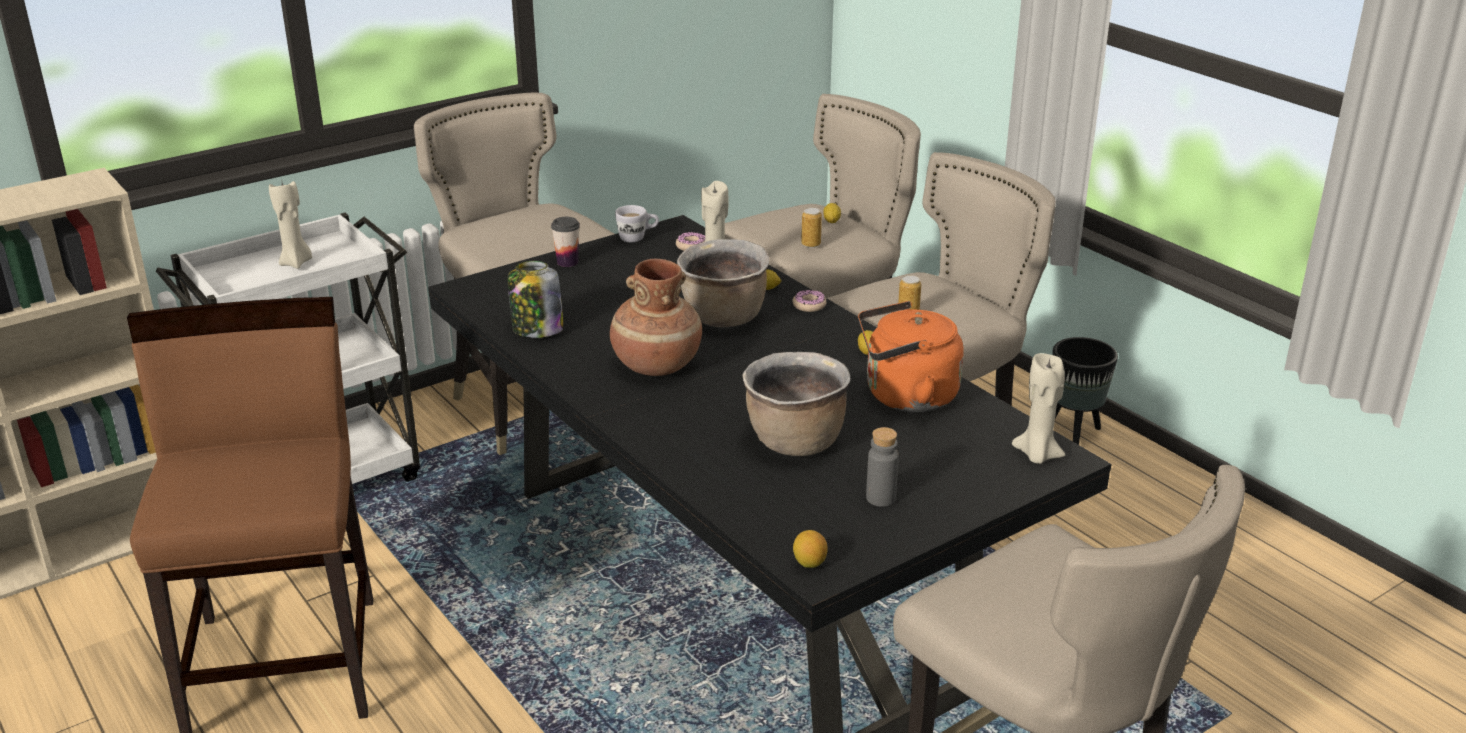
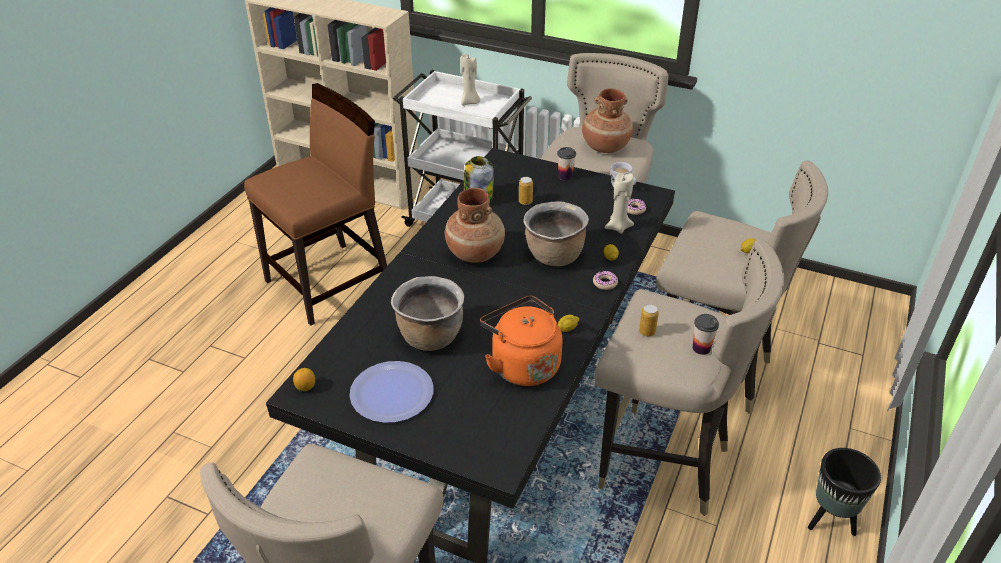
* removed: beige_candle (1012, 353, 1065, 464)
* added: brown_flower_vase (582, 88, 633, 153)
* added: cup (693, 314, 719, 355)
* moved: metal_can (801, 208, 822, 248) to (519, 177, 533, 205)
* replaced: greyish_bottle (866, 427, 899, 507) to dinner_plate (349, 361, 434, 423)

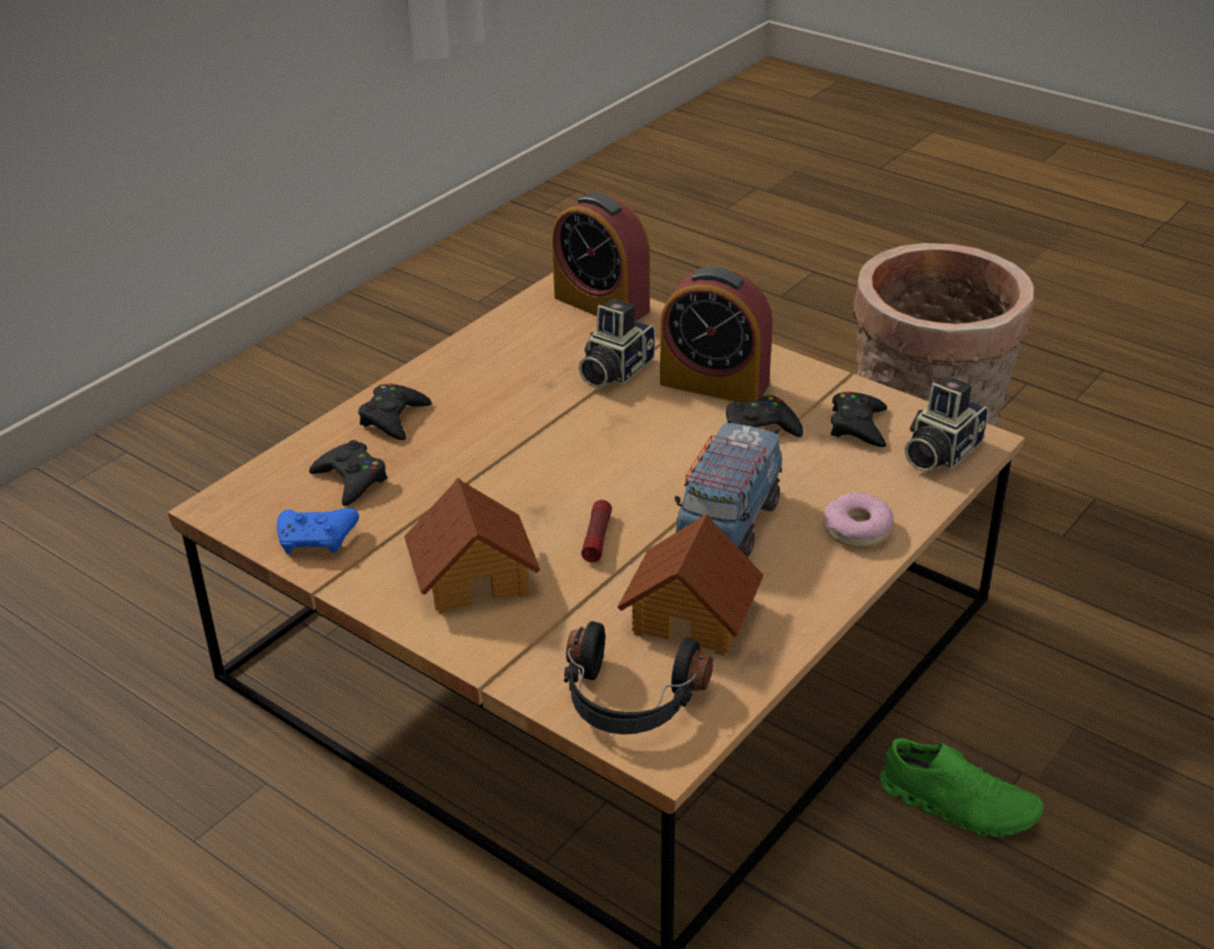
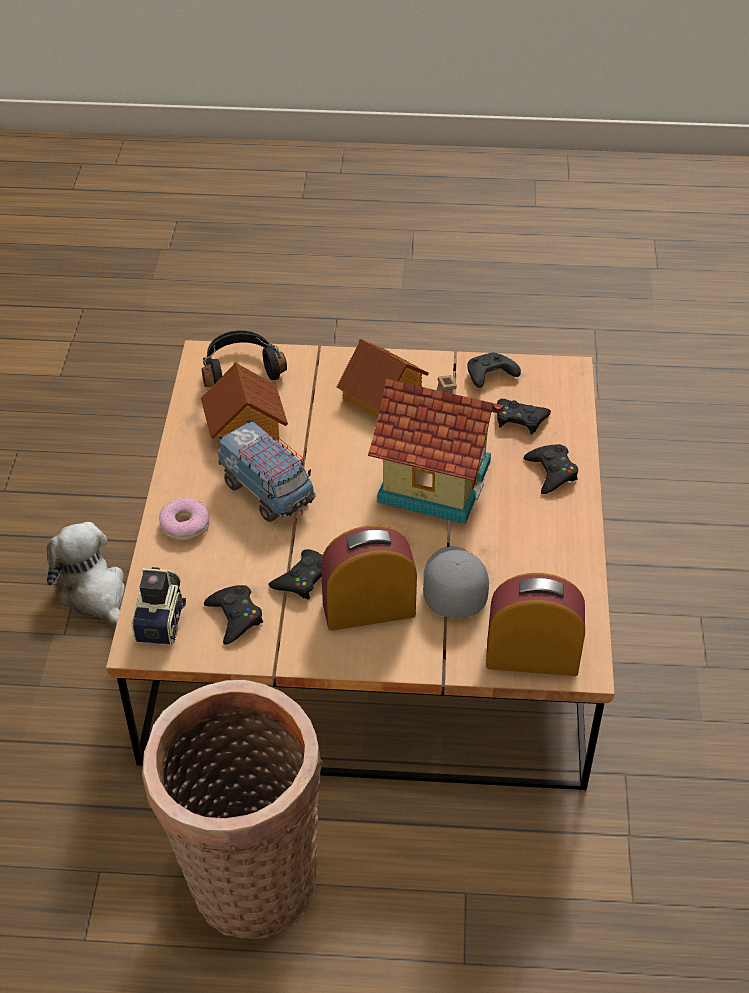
* removed: torch (581, 500, 612, 562)
* added: miniature_house (368, 375, 504, 524)
* replaced: photo_camera (579, 299, 655, 388) to greyish_peaked_cap (423, 546, 489, 618)
* replaced: greenish_low_shoe (879, 738, 1044, 837) to soft_toy (46, 522, 125, 629)
* recoloured: bluish_gamepad (277, 508, 359, 554) to blackish_gamepad (467, 353, 521, 388)
* turned: toy_lorry (675, 418, 782, 558) = (218, 419, 315, 522) 150 degrees clockwise

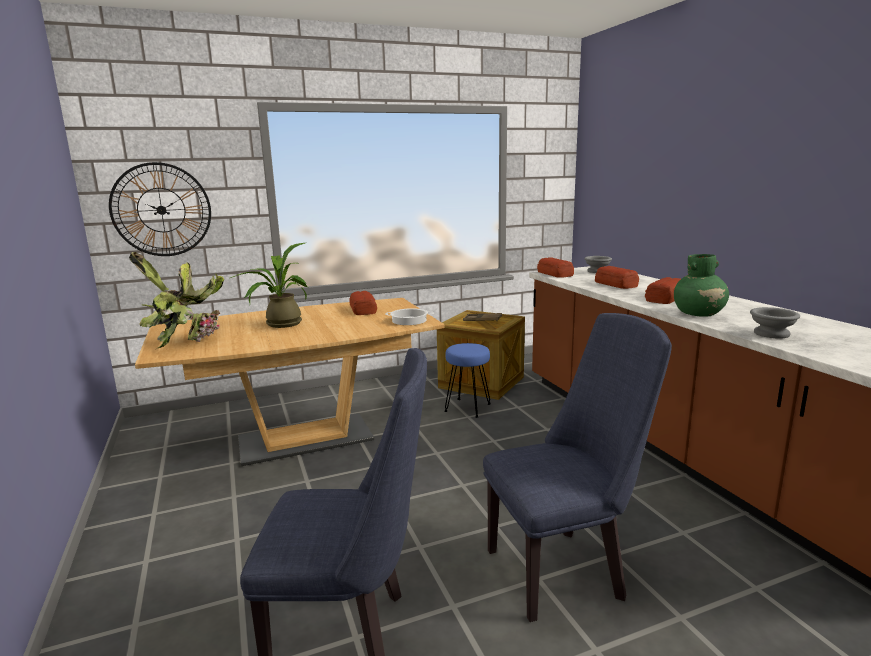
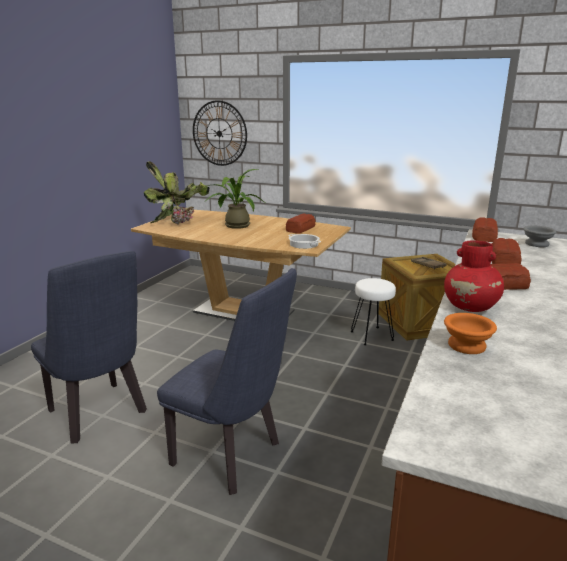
* recoloured: bluish_sitting_stool (445, 343, 491, 418) to white_sitting_stool (351, 278, 396, 345)
* recoloured: greenish_flower_vase (674, 254, 729, 316) to red-coloured_flower_vase (444, 241, 504, 312)
* recoloured: greyish_serving_bowl (750, 307, 800, 338) to orange-coloured_serving_bowl (444, 313, 497, 354)

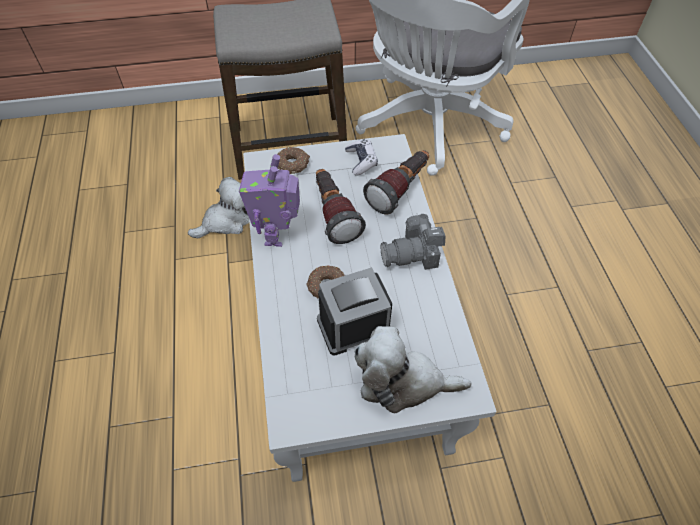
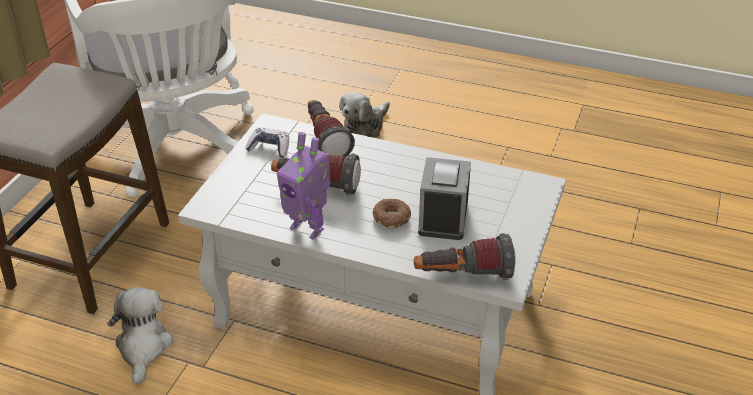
* removed: donut (277, 147, 310, 174)
* removed: photo_camera (381, 213, 445, 270)
* added: torch (414, 233, 516, 280)
* moved: soft_toy (354, 326, 472, 413) to (339, 92, 390, 138)

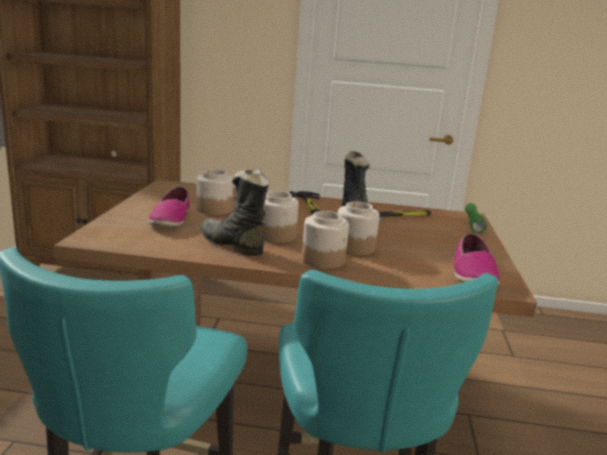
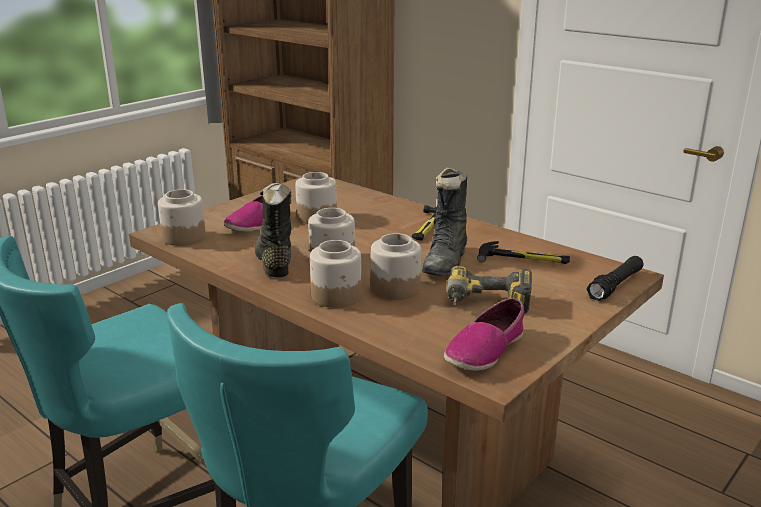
* added: preserve_jar (158, 189, 206, 246)
* added: electric_drill (447, 266, 532, 313)
* recoloured: greenish_torch (465, 203, 487, 233) to blackish_torch (586, 256, 644, 301)

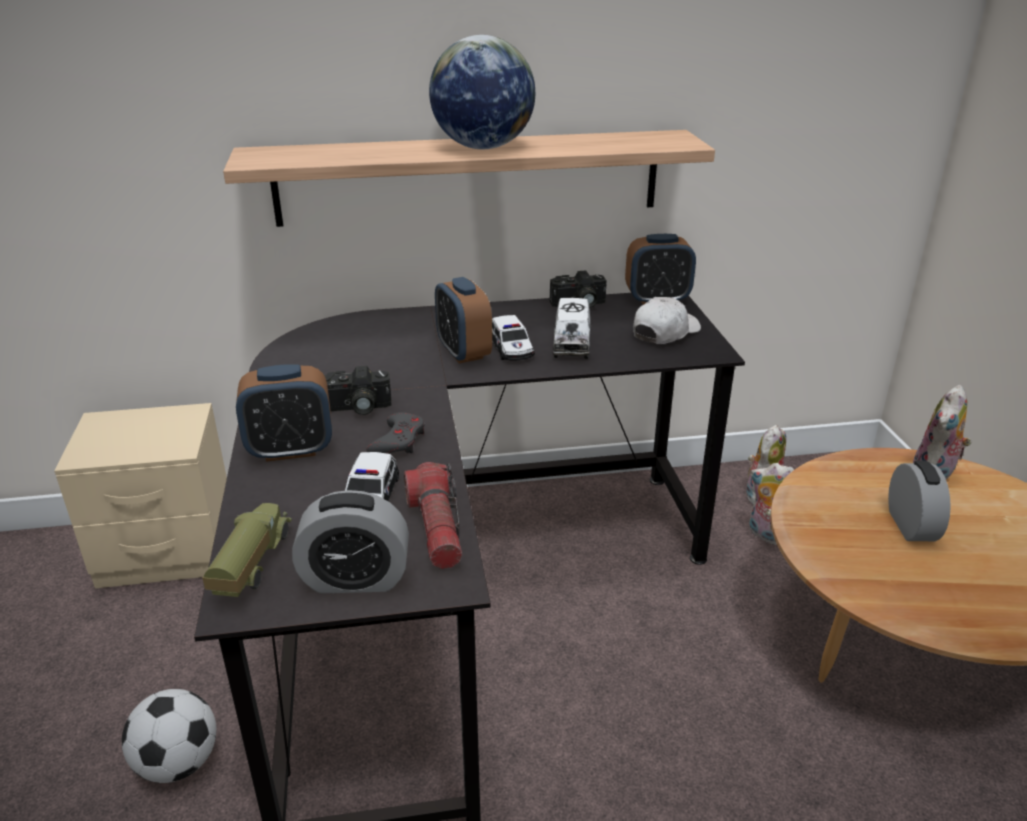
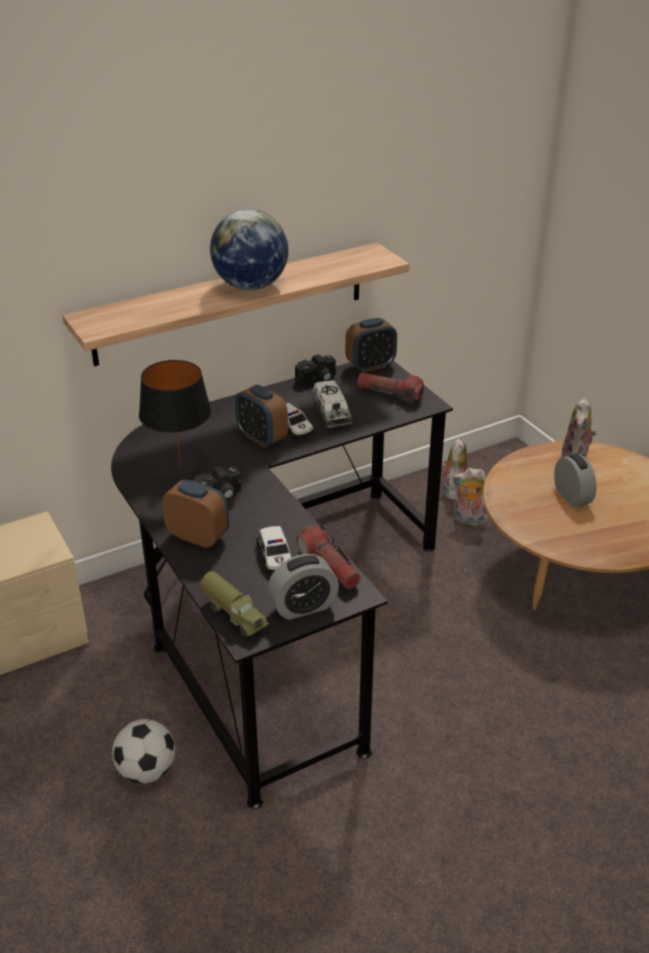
* removed: greyish_gamepad (366, 412, 425, 454)
* added: blackish_table_lamp (139, 360, 211, 467)
* replaced: white_peaked_cap (633, 297, 701, 344) to torch (357, 372, 424, 403)
* turned: toy_lorry (202, 503, 292, 597) = (201, 571, 269, 637) 150 degrees clockwise
* turned: alarm_clock (236, 364, 332, 462) = (162, 479, 229, 548) 120 degrees counterclockwise

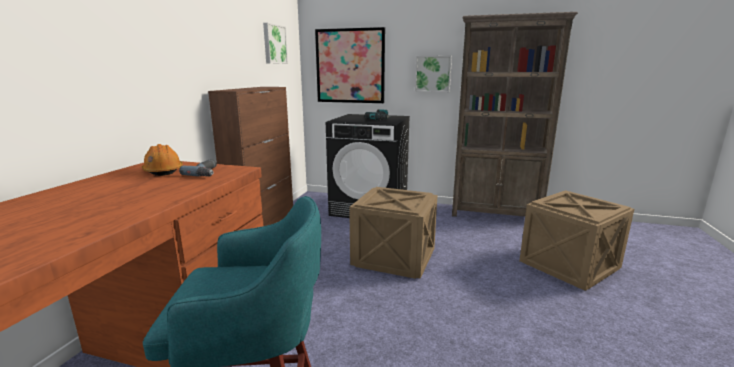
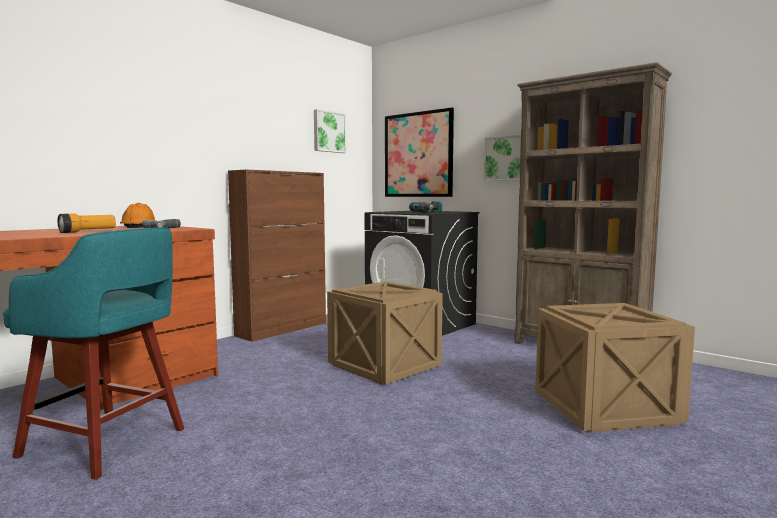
* added: torch (58, 213, 116, 233)

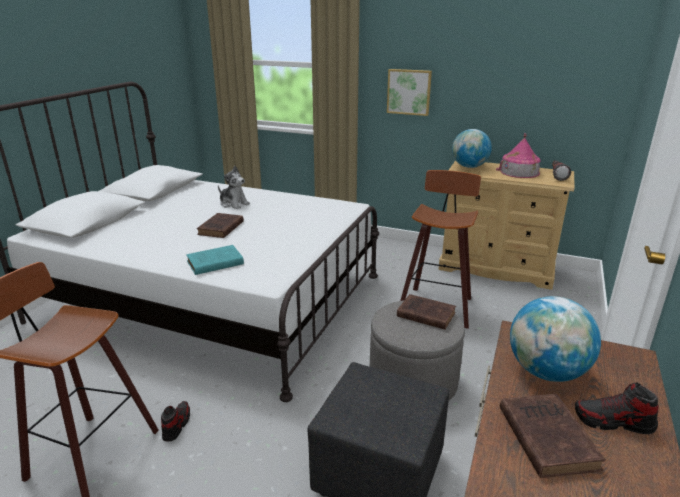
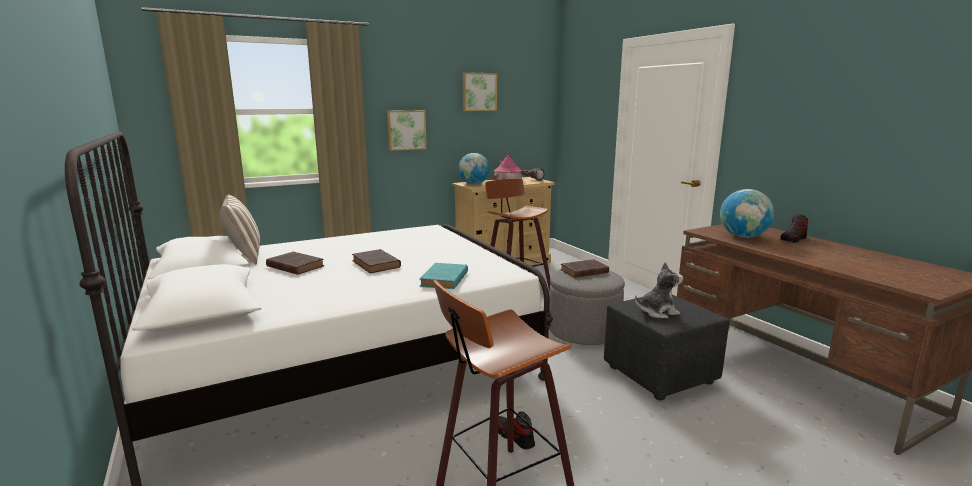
* added: cushion (219, 194, 260, 264)
* added: picture (463, 72, 497, 111)
* moved: soft_toy (218, 166, 250, 209) to (635, 262, 683, 318)
* moved: brown_bound_book (500, 394, 606, 478) to (266, 252, 324, 275)

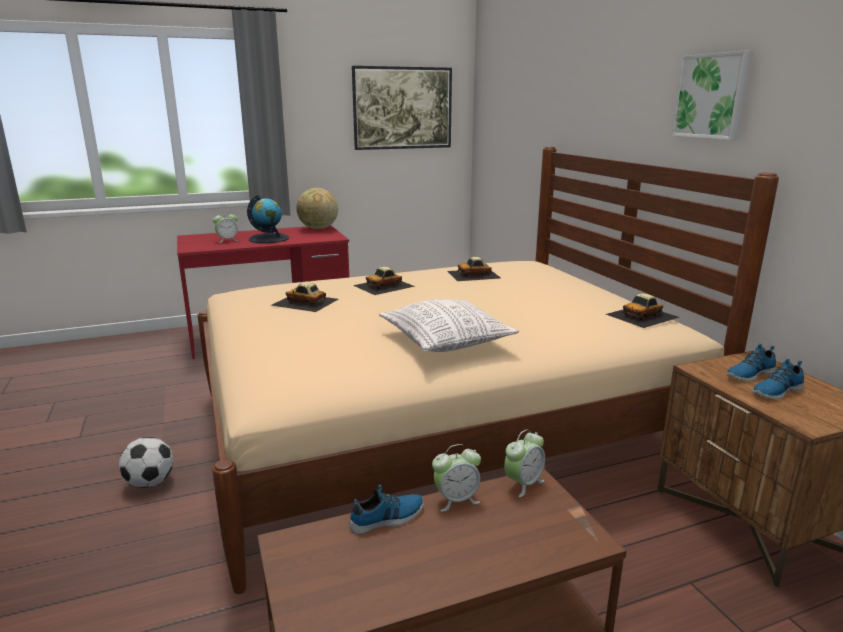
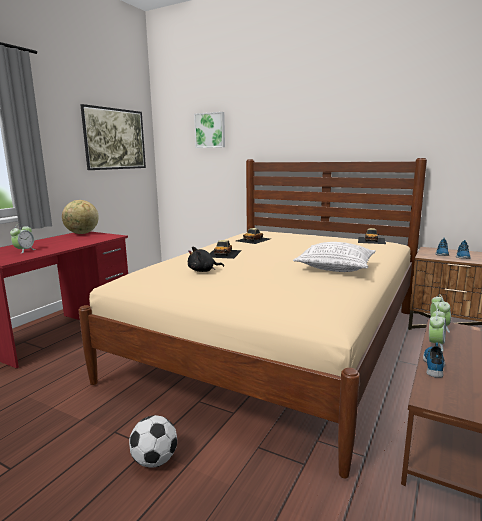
* removed: desk_globe (247, 195, 289, 243)
* moved: picture (671, 51, 753, 140) to (194, 112, 225, 148)
* replaced: toy_car (271, 281, 338, 312) to blackish_soft_toy (188, 247, 224, 272)

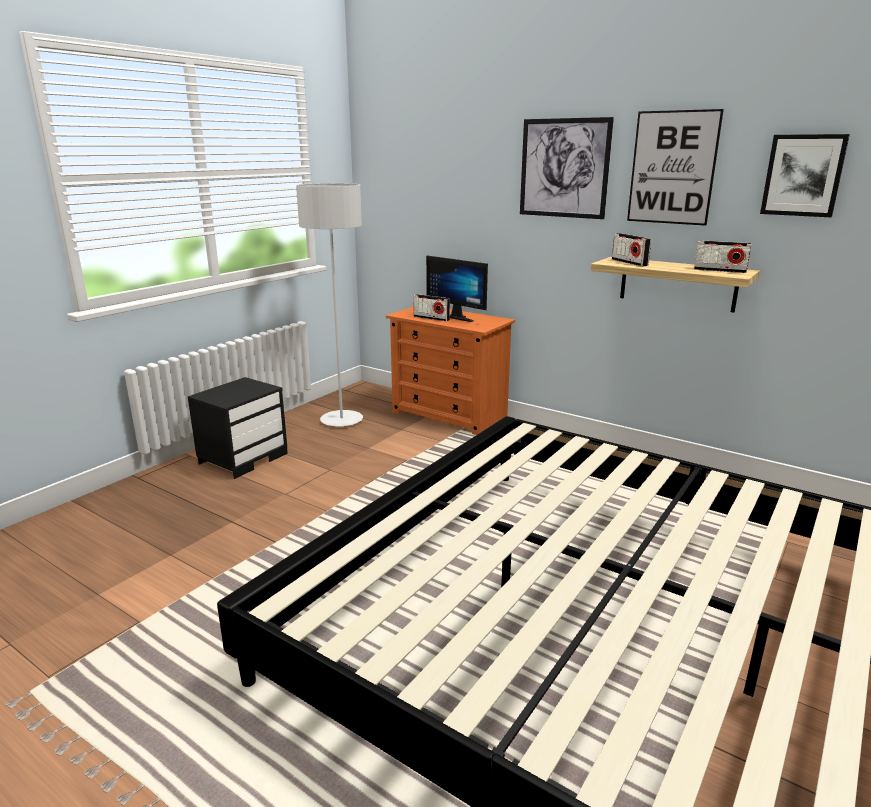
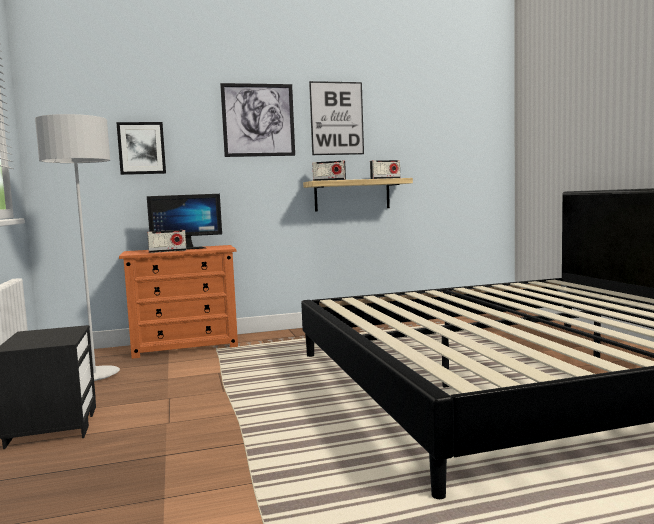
* moved: picture (760, 134, 850, 217) to (116, 122, 166, 175)

